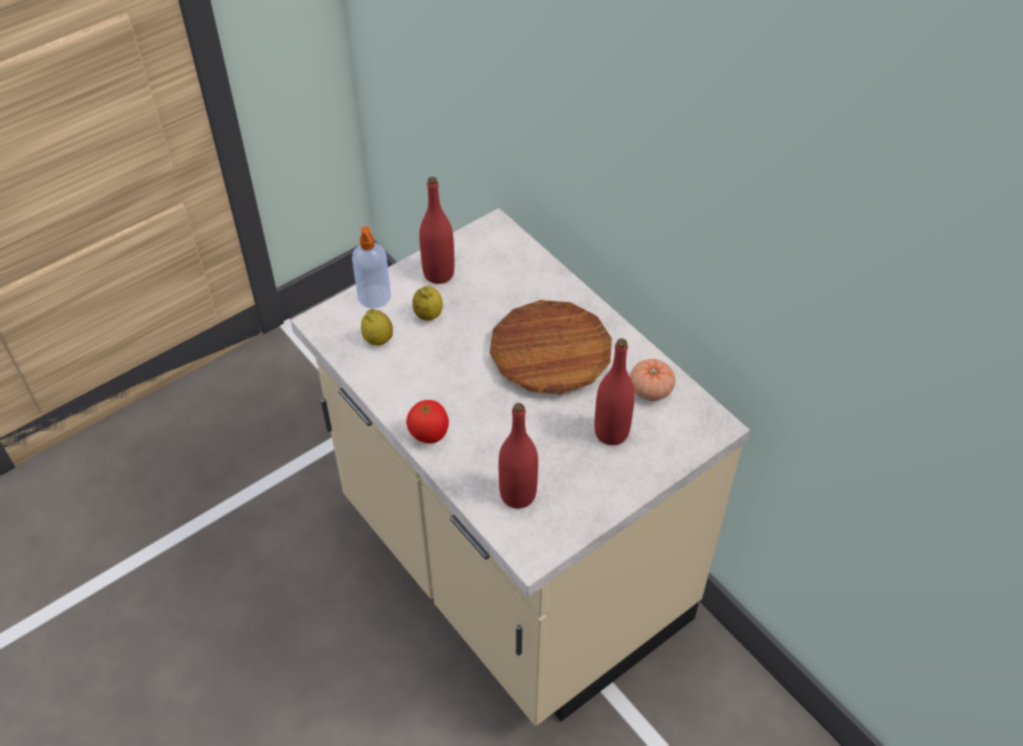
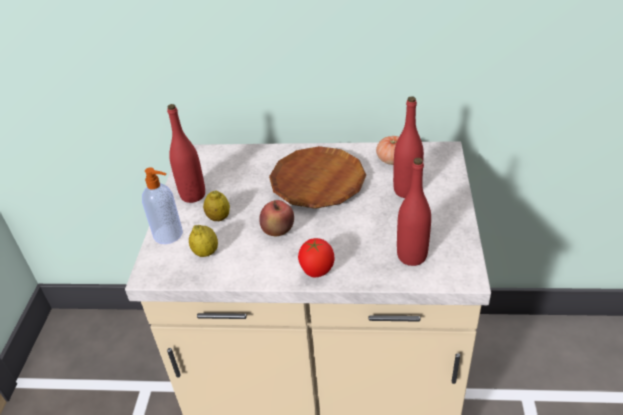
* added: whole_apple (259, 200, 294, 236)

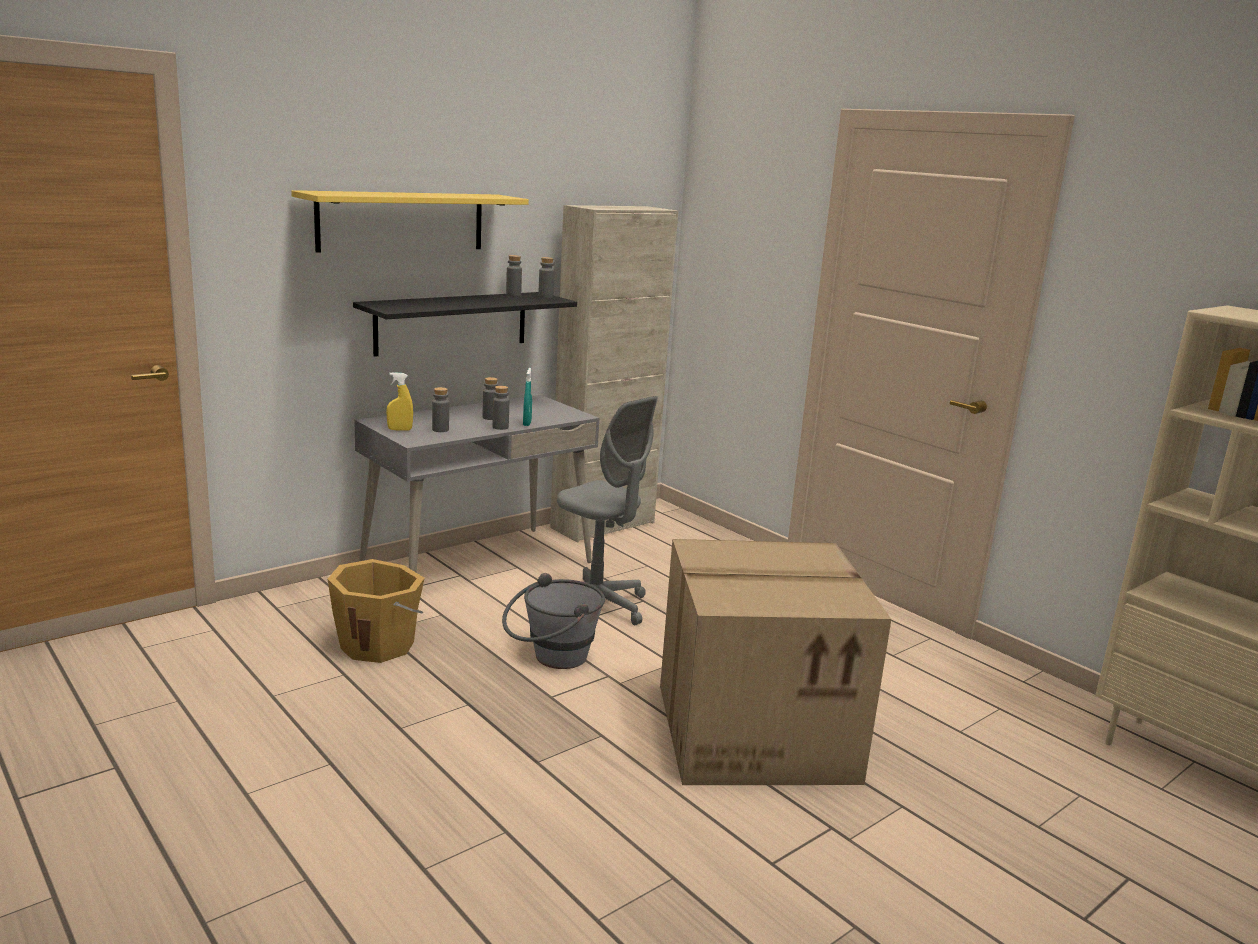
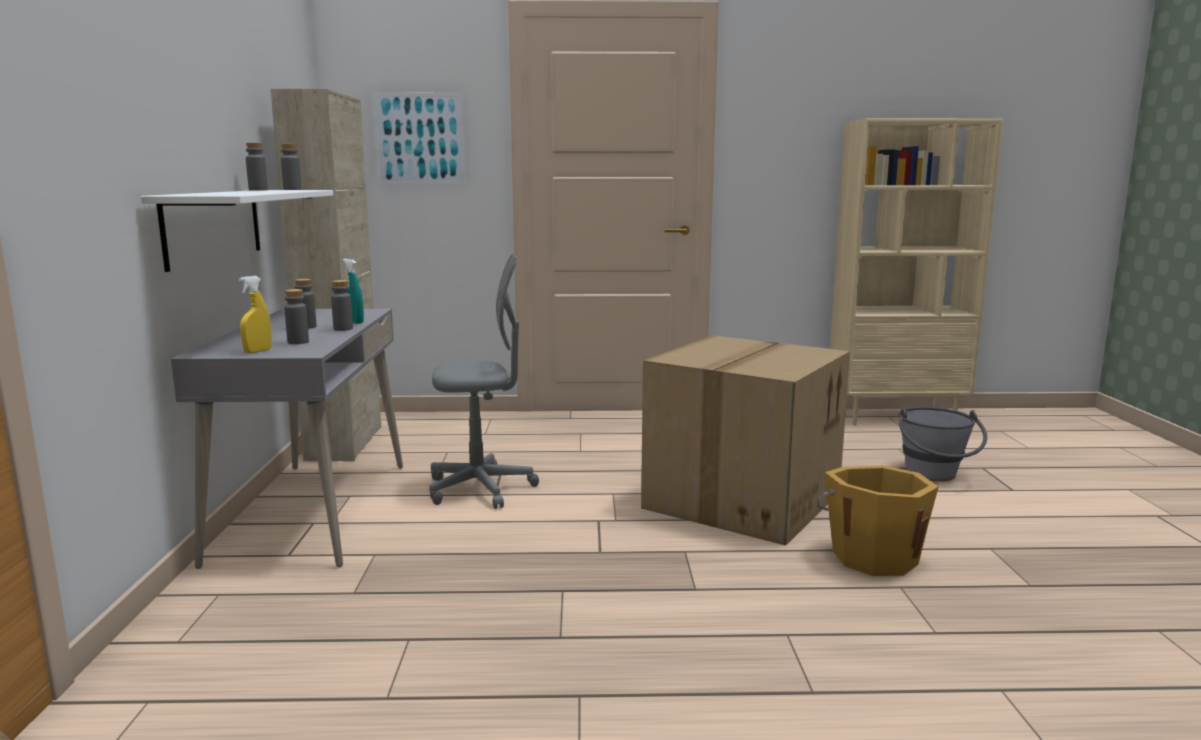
* removed: yellow_bracket_shelf (291, 190, 529, 253)
* added: picture (372, 92, 466, 185)
* moved: orange-coloured_water_bucket (328, 559, 425, 663) to (817, 466, 938, 576)
* moved: greyish_water_bucket (502, 573, 605, 669) to (898, 407, 987, 481)
* recoloured: blackish_bracket_shelf (353, 292, 577, 357) to white_bracket_shelf (141, 190, 333, 272)

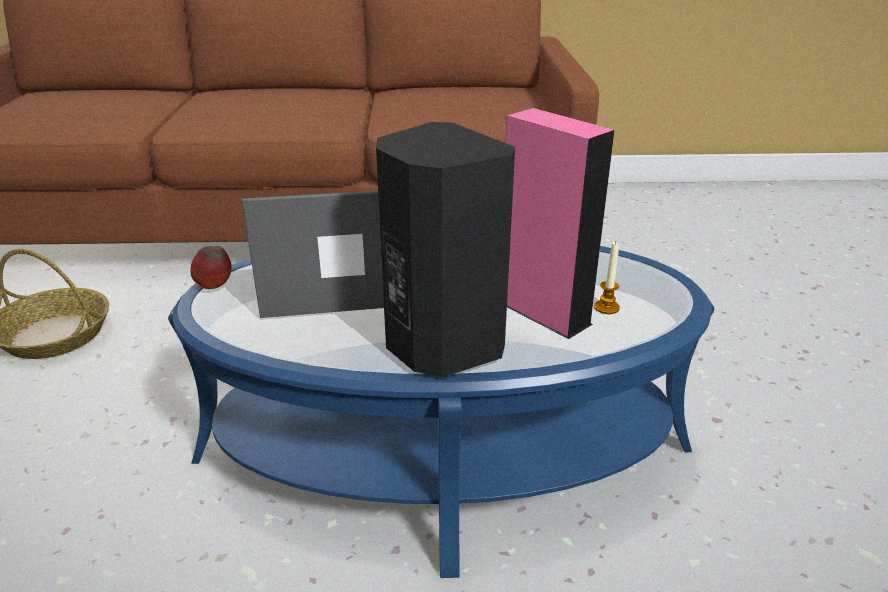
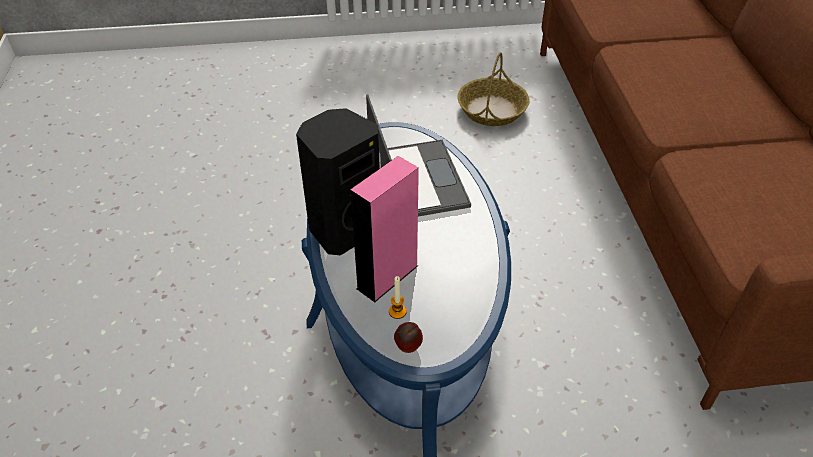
* moved: whole_apple (190, 246, 232, 289) to (394, 322, 423, 353)

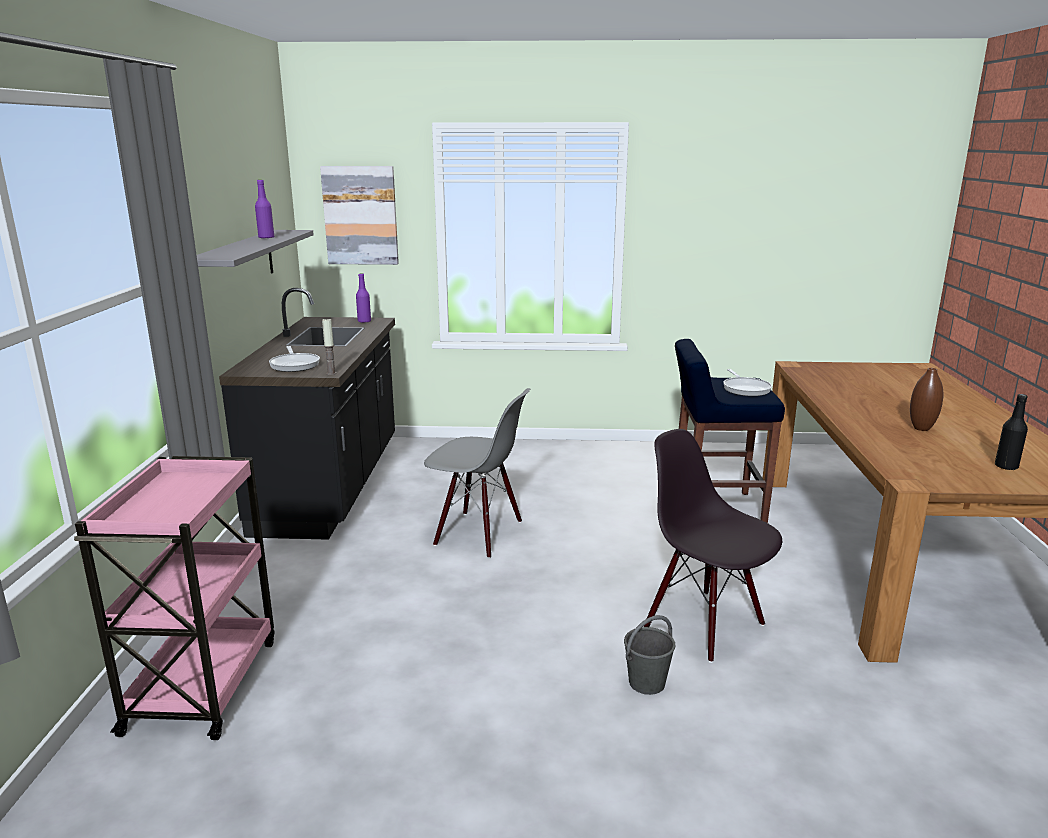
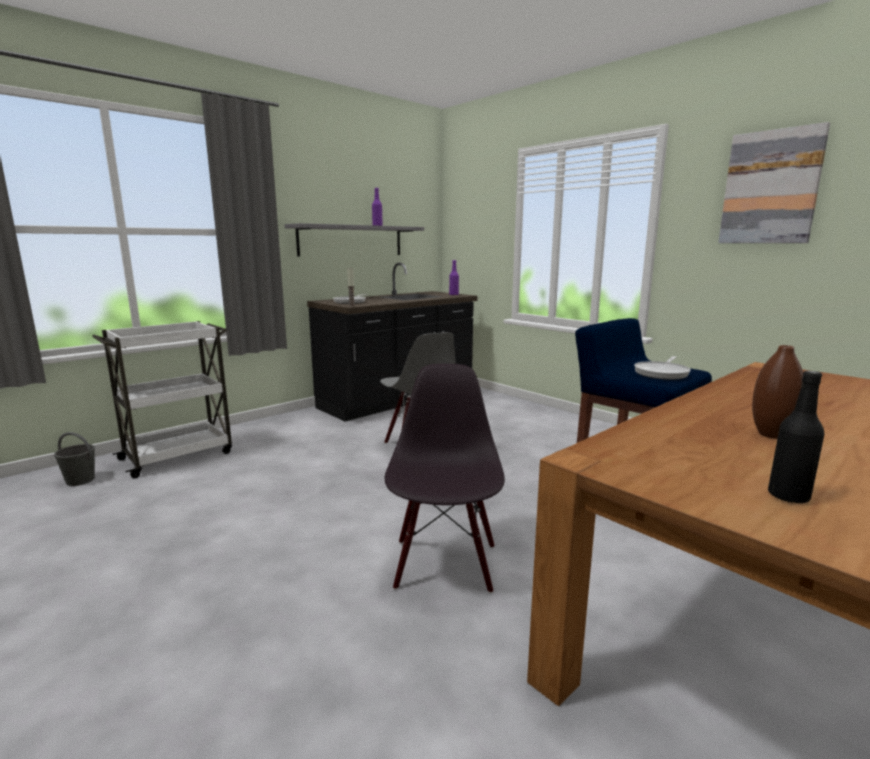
* moved: picture (320, 166, 399, 265) to (718, 122, 830, 243)
* moved: greyish_water_bucket (624, 615, 676, 695) to (54, 432, 95, 486)
* recoloured: pinkish_wheeled_cart (74, 456, 275, 740) to white_wheeled_cart (92, 321, 232, 478)

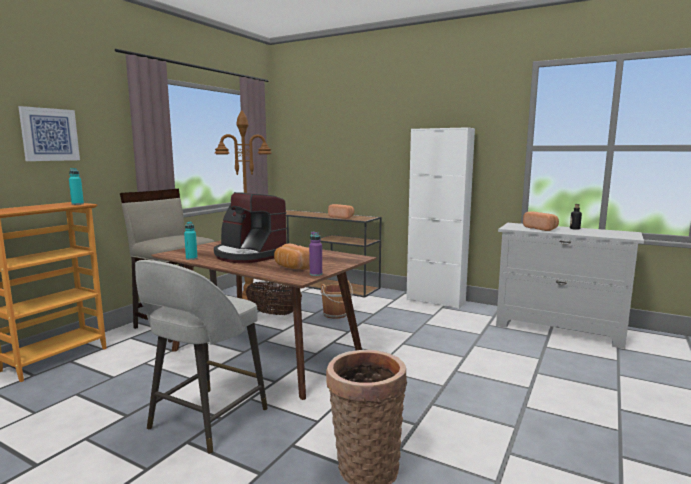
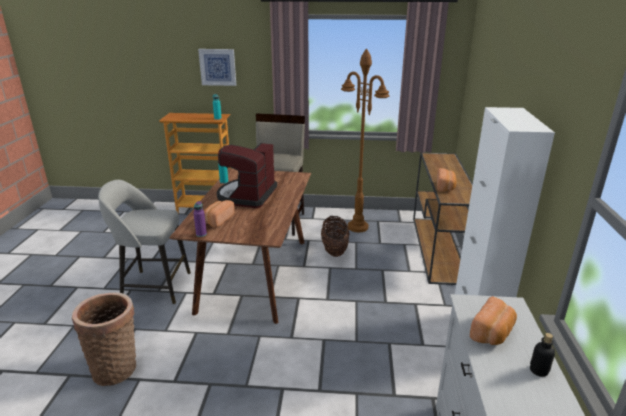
* removed: brown_water_bucket (321, 280, 353, 319)

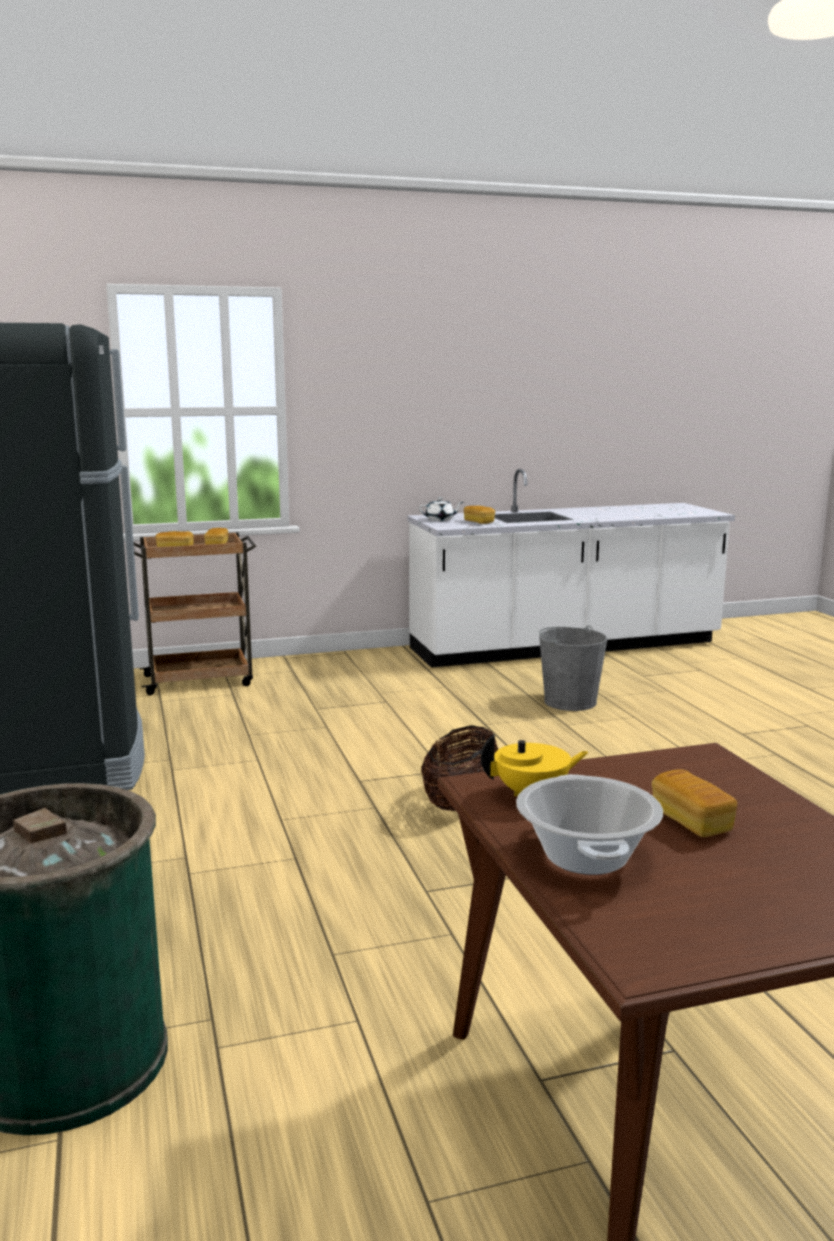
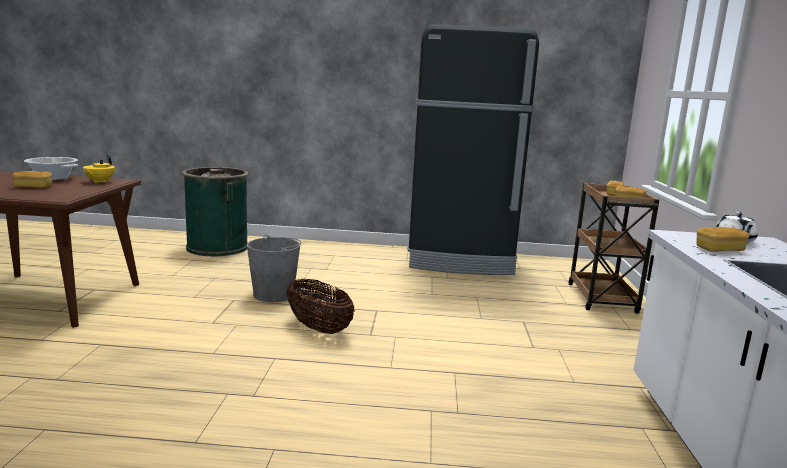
* moved: greyish_water_bucket (539, 626, 607, 711) to (247, 235, 302, 302)

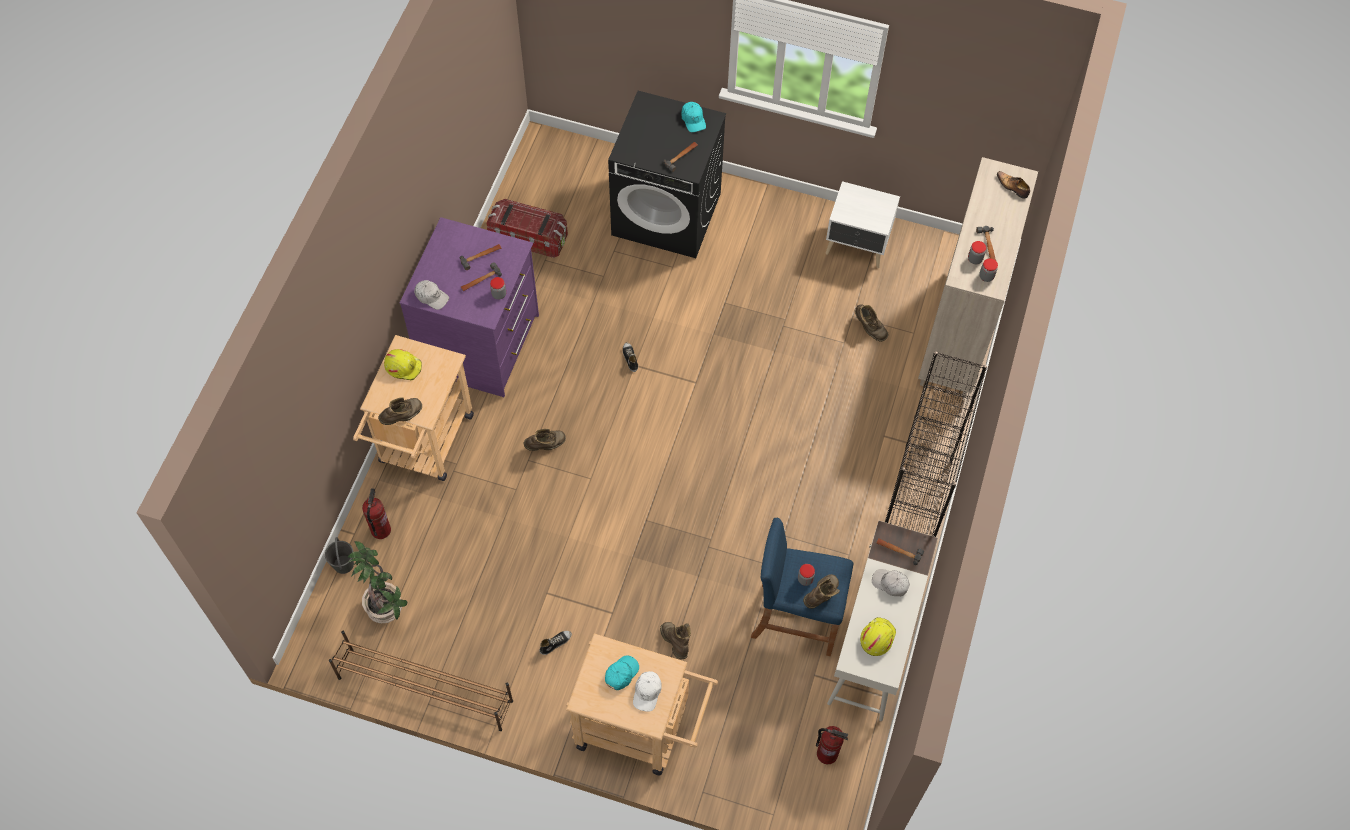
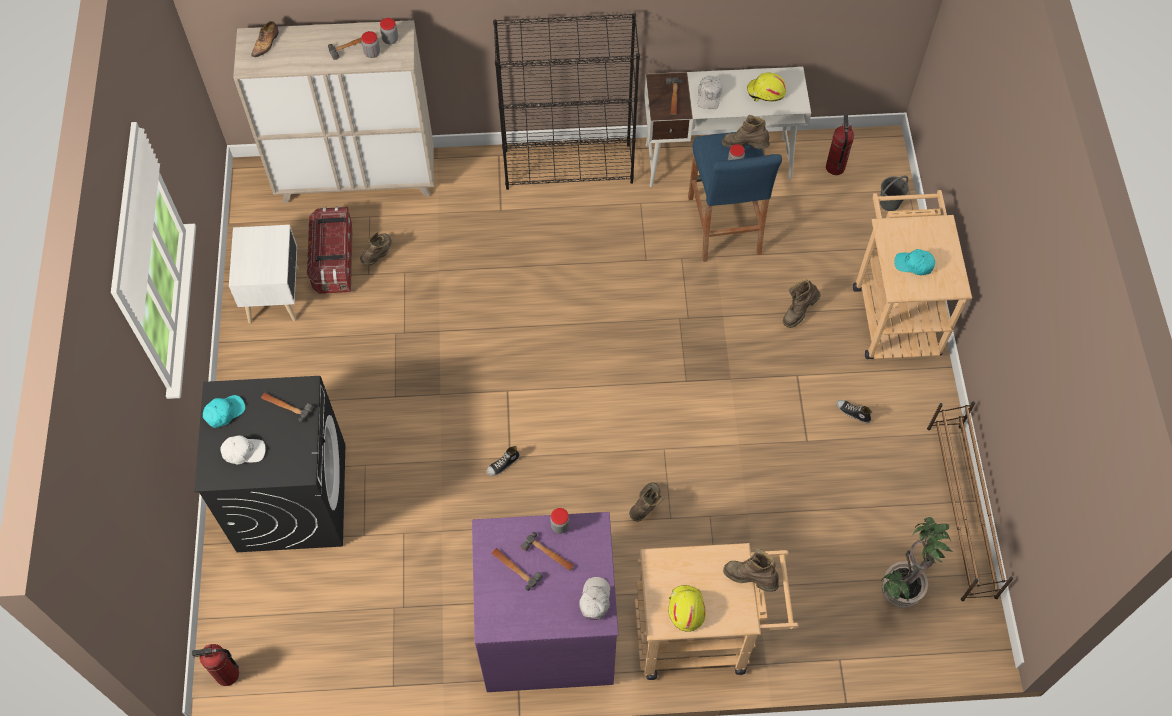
* moved: greyish_water_bucket (325, 537, 354, 574) to (880, 176, 909, 211)
* moved: fire_extinguisher (362, 488, 391, 539) to (192, 644, 239, 686)
* moved: storage_container (486, 199, 568, 258) to (307, 206, 352, 294)
* moved: white_peaked_cap (633, 671, 662, 712) to (220, 435, 266, 464)
* turned: brown_boot (524, 429, 566, 451) = (629, 482, 664, 522) 75 degrees clockwise

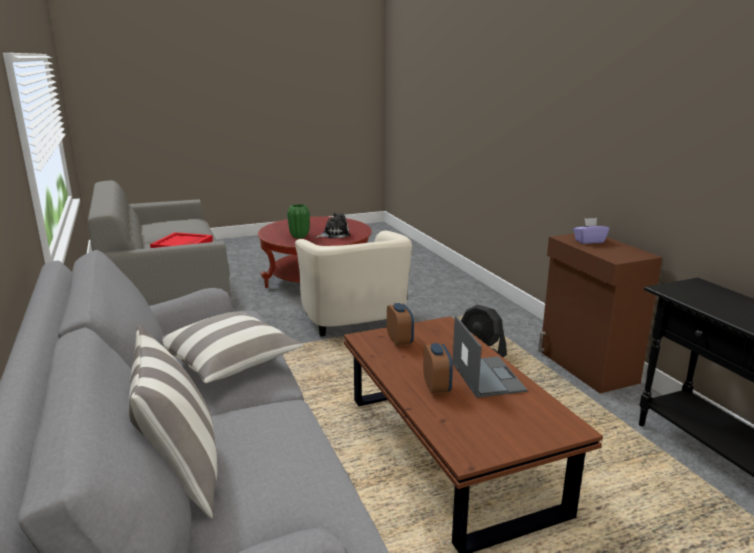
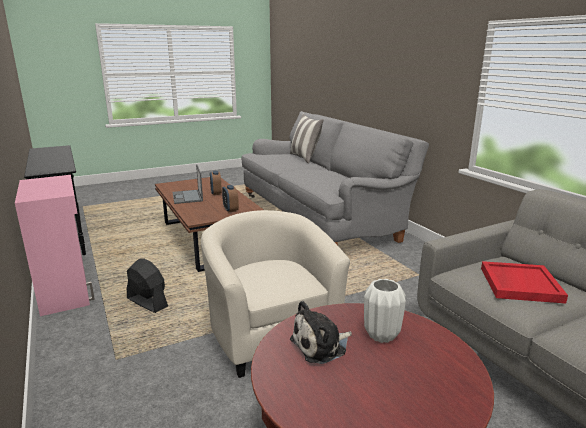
* removed: cushion (162, 312, 303, 383)
* removed: purple_box_of_tissues (573, 218, 609, 244)
* recoloured: greenish_flower_vase (287, 204, 310, 238) to white_flower_vase (364, 279, 406, 343)
* recoloured: brown_storage_cabinet (538, 234, 662, 393) to pinkish_storage_cabinet (15, 175, 95, 316)

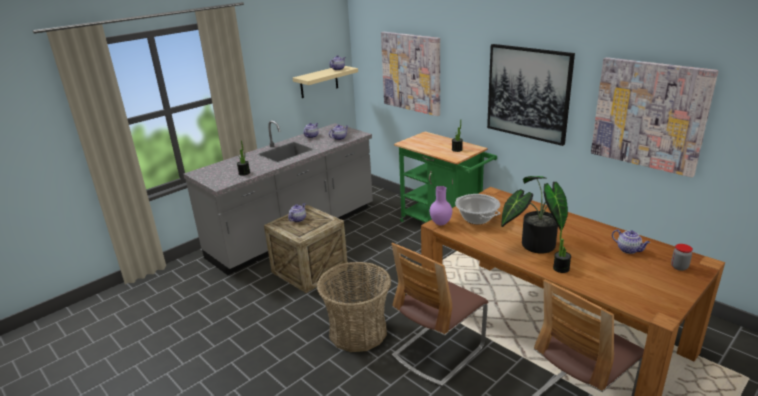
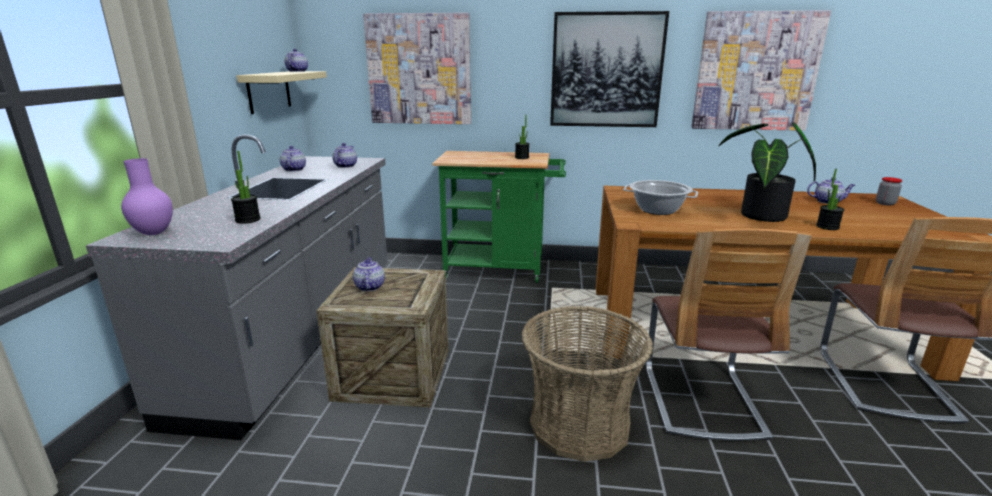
* moved: purple_flower_vase (430, 186, 452, 226) to (121, 158, 173, 235)

